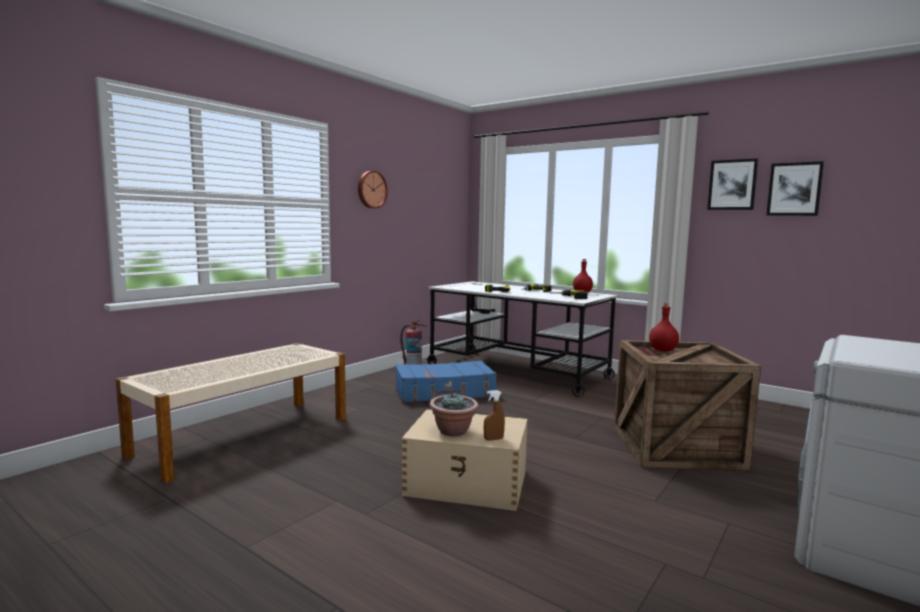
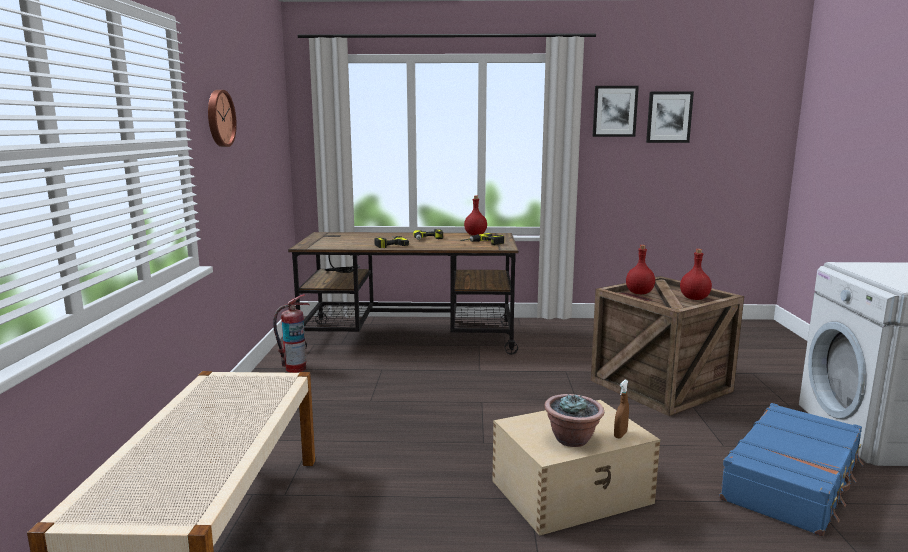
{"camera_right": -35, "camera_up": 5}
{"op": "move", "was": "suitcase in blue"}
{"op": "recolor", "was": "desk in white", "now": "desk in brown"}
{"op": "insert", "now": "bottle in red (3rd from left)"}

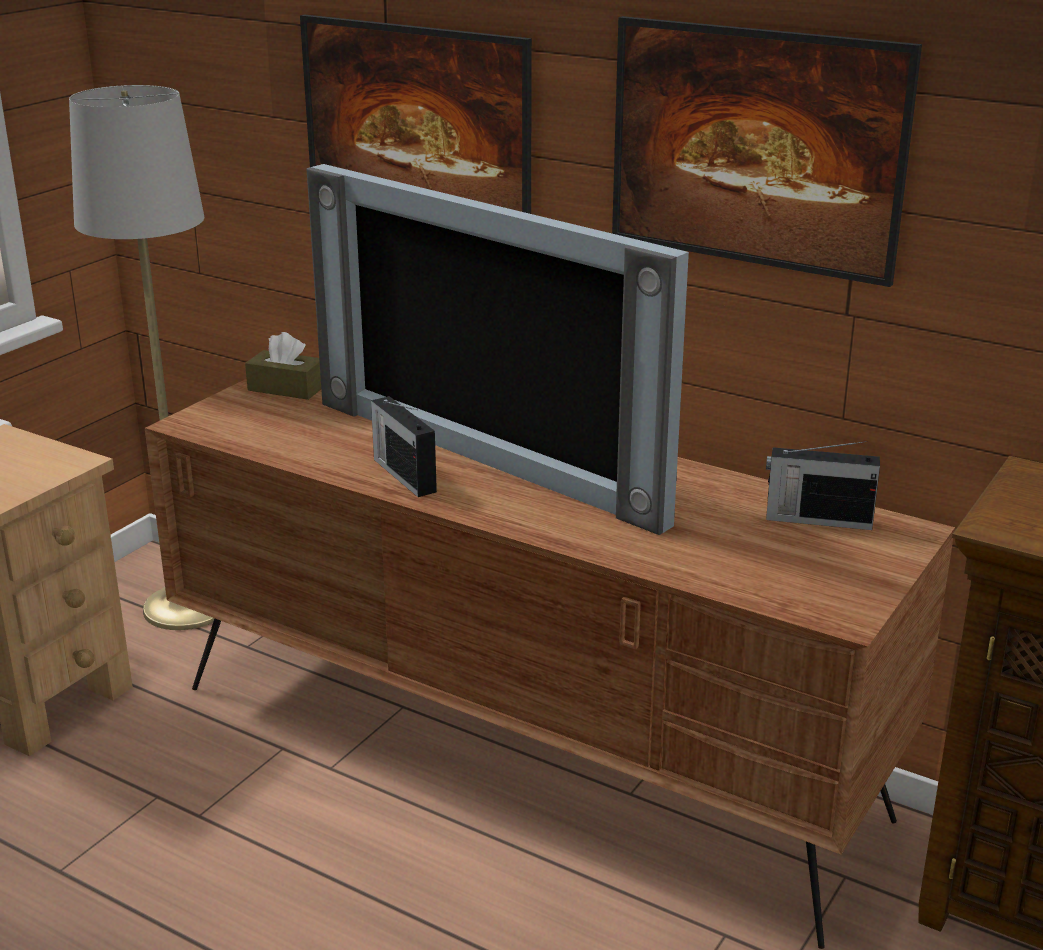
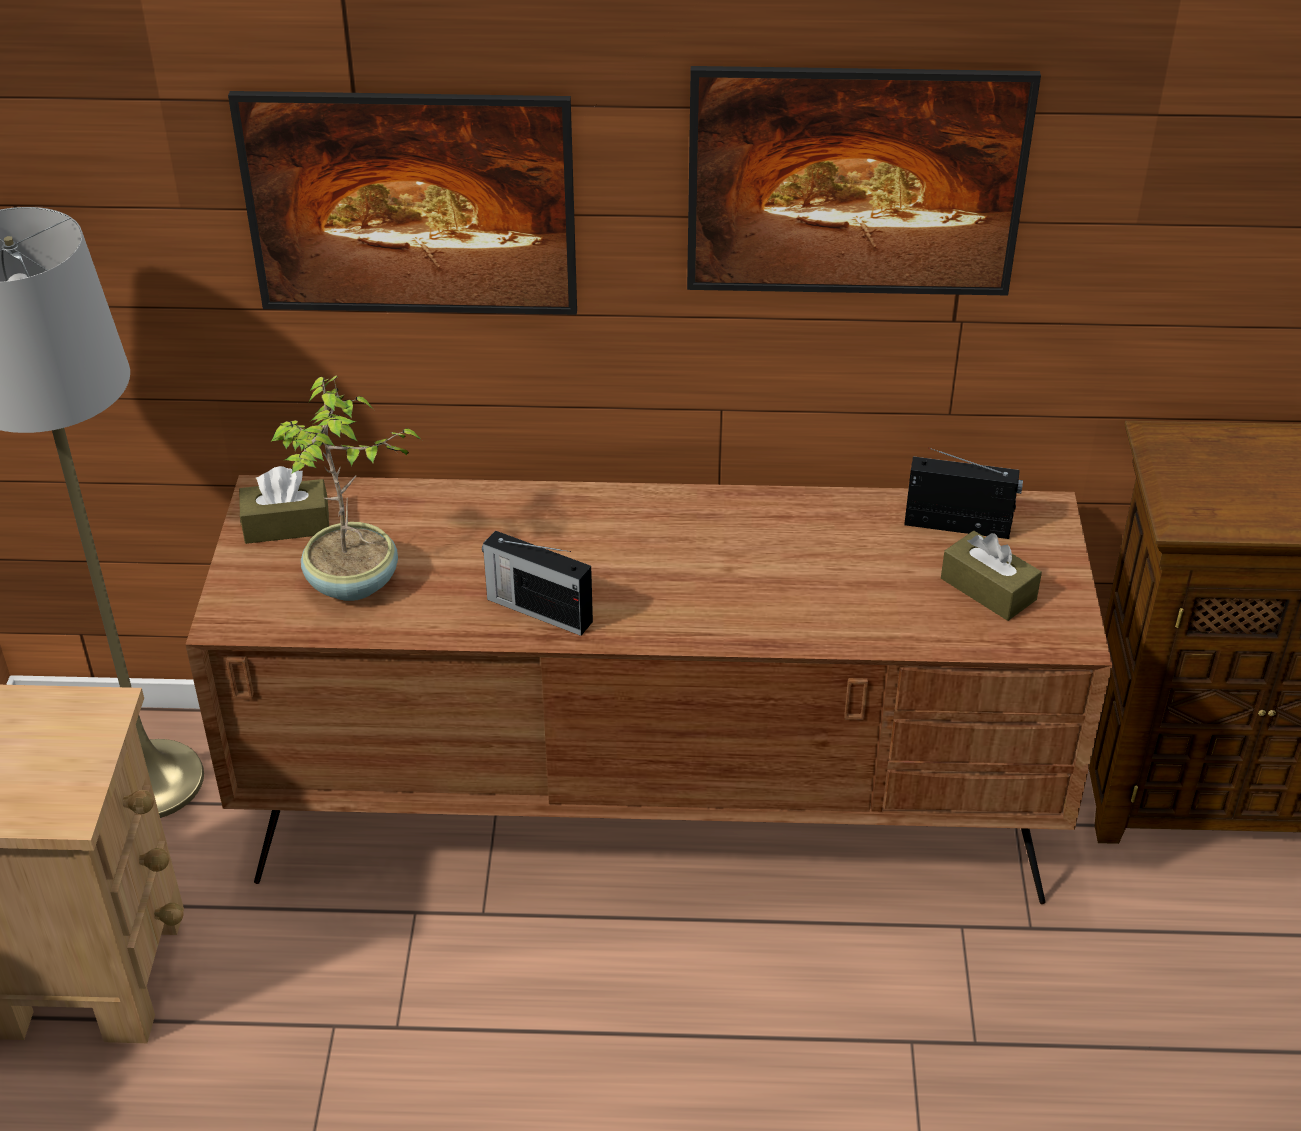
{"camera_right": -30, "camera_up": 15}
{"op": "delete", "was": "television"}
{"op": "rotate", "was": "radio (2nd from left)", "clockwise": -150}
{"op": "insert", "now": "potted plant"}
{"op": "insert", "now": "tissue box in brown (2nd from left)"}

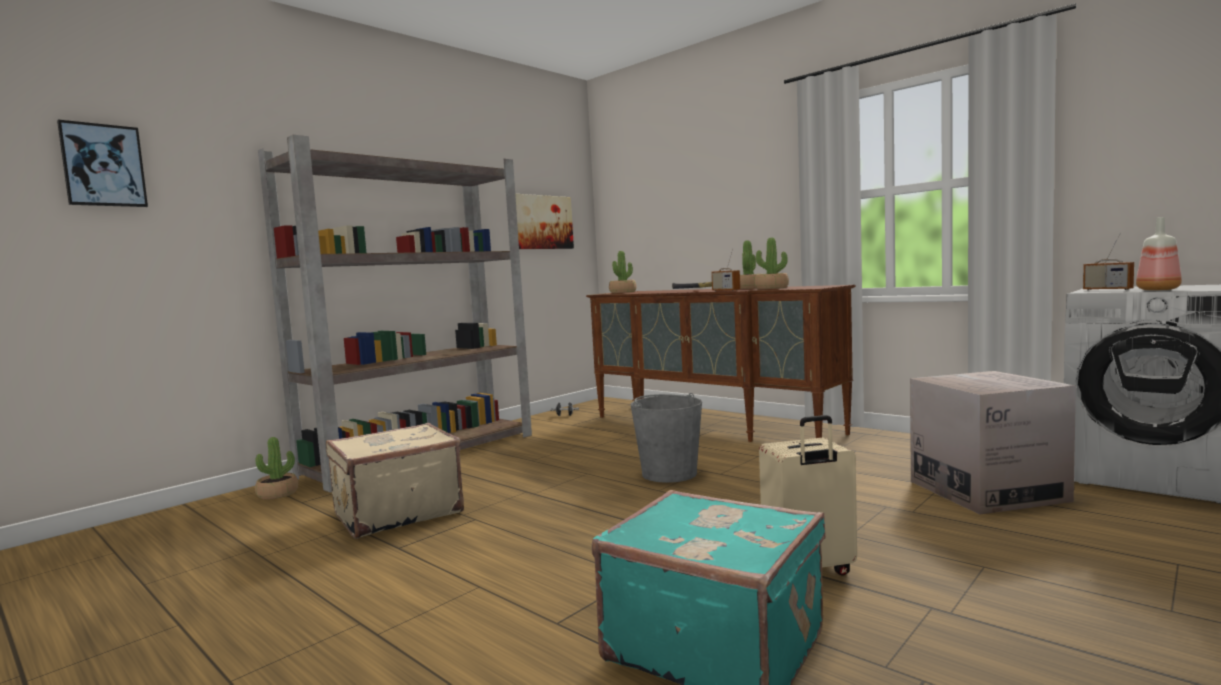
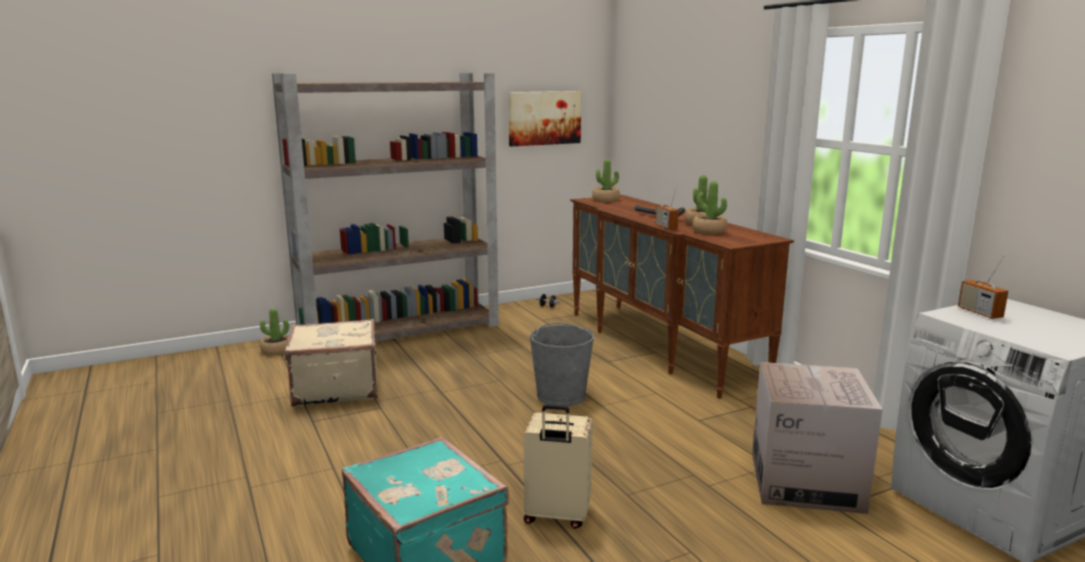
{"camera_right": 20, "camera_up": 10}
{"op": "delete", "was": "picture (1st from left)"}
{"op": "delete", "was": "bottle"}

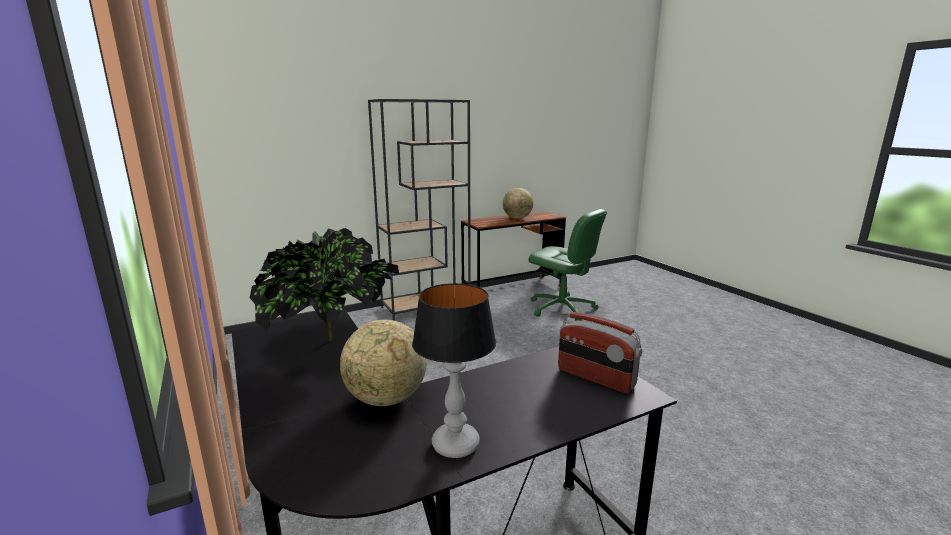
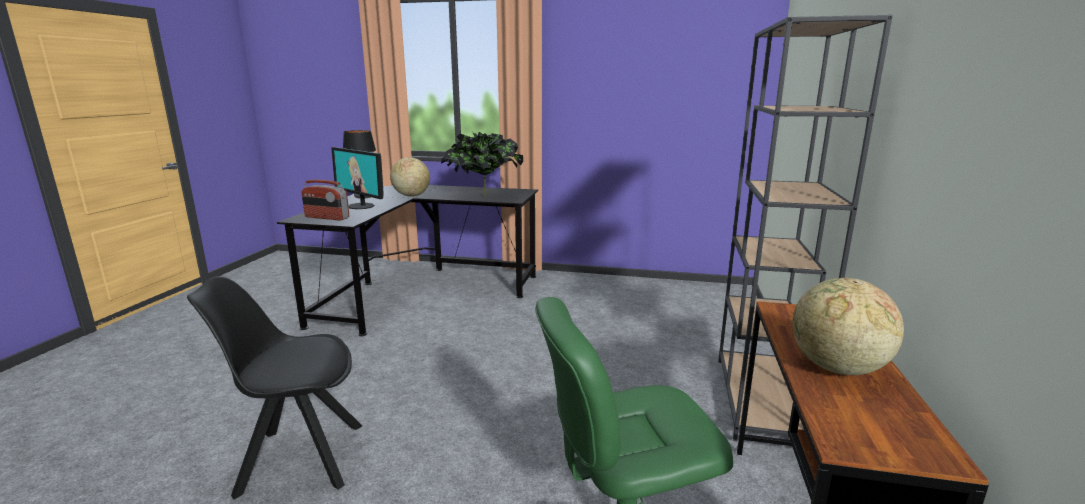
{"camera_right": 130, "camera_up": 0}
{"op": "rotate", "was": "radio", "clockwise": -150}
{"op": "insert", "now": "chair in black"}
{"op": "insert", "now": "monitor"}

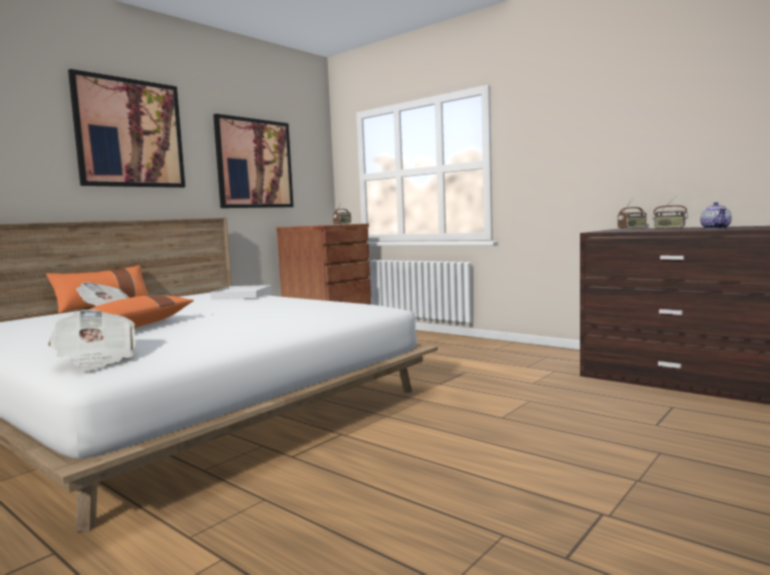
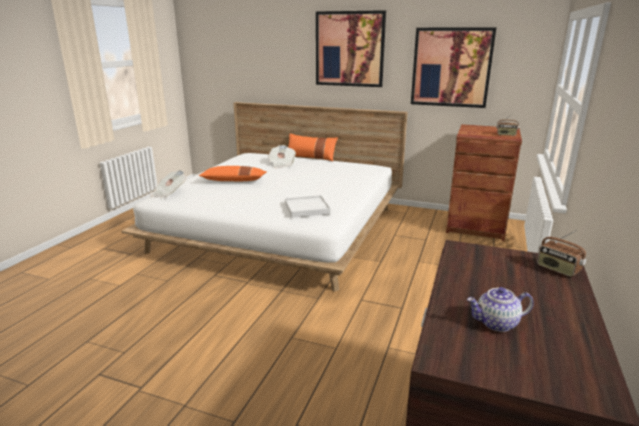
{"camera_right": 70, "camera_up": 15}
{"op": "move", "was": "tray in white"}
{"op": "delete", "was": "radio (3rd from left)"}

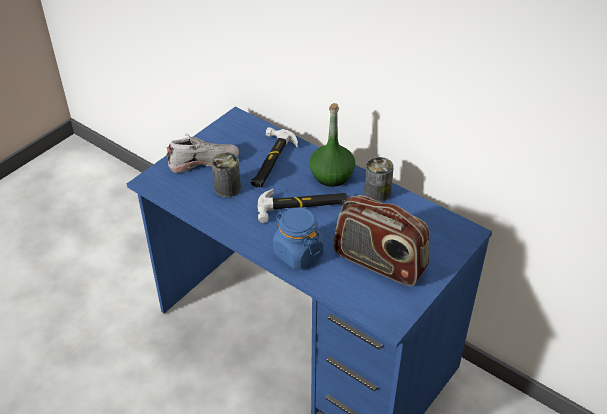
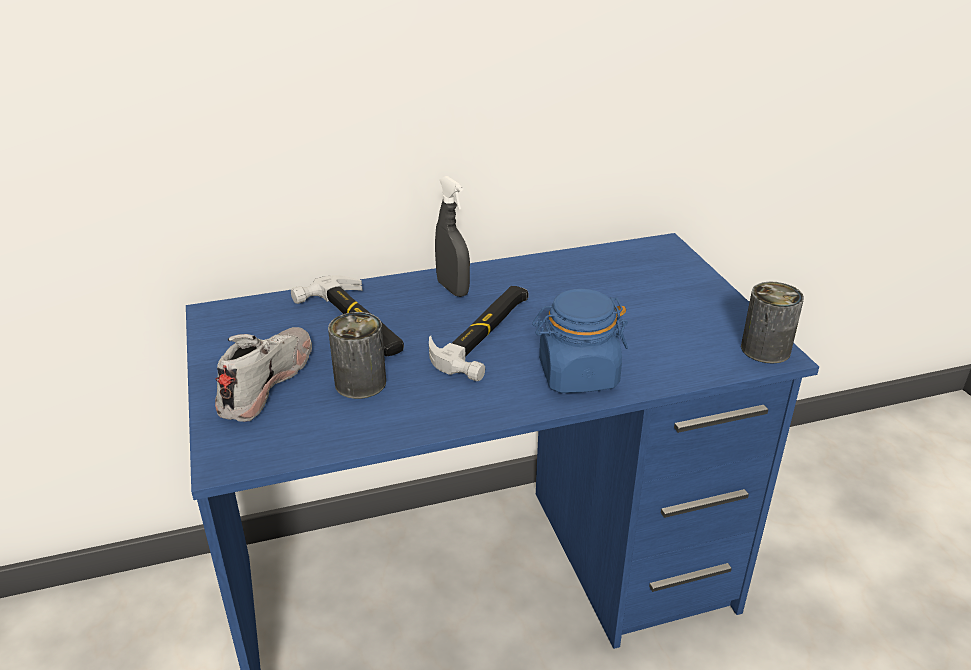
{"camera_right": -55, "camera_up": -10}
{"op": "replace", "was": "bottle in green", "now": "spray bottle in grey"}
{"op": "delete", "was": "radio"}
{"op": "move", "was": "can (2nd from left)"}

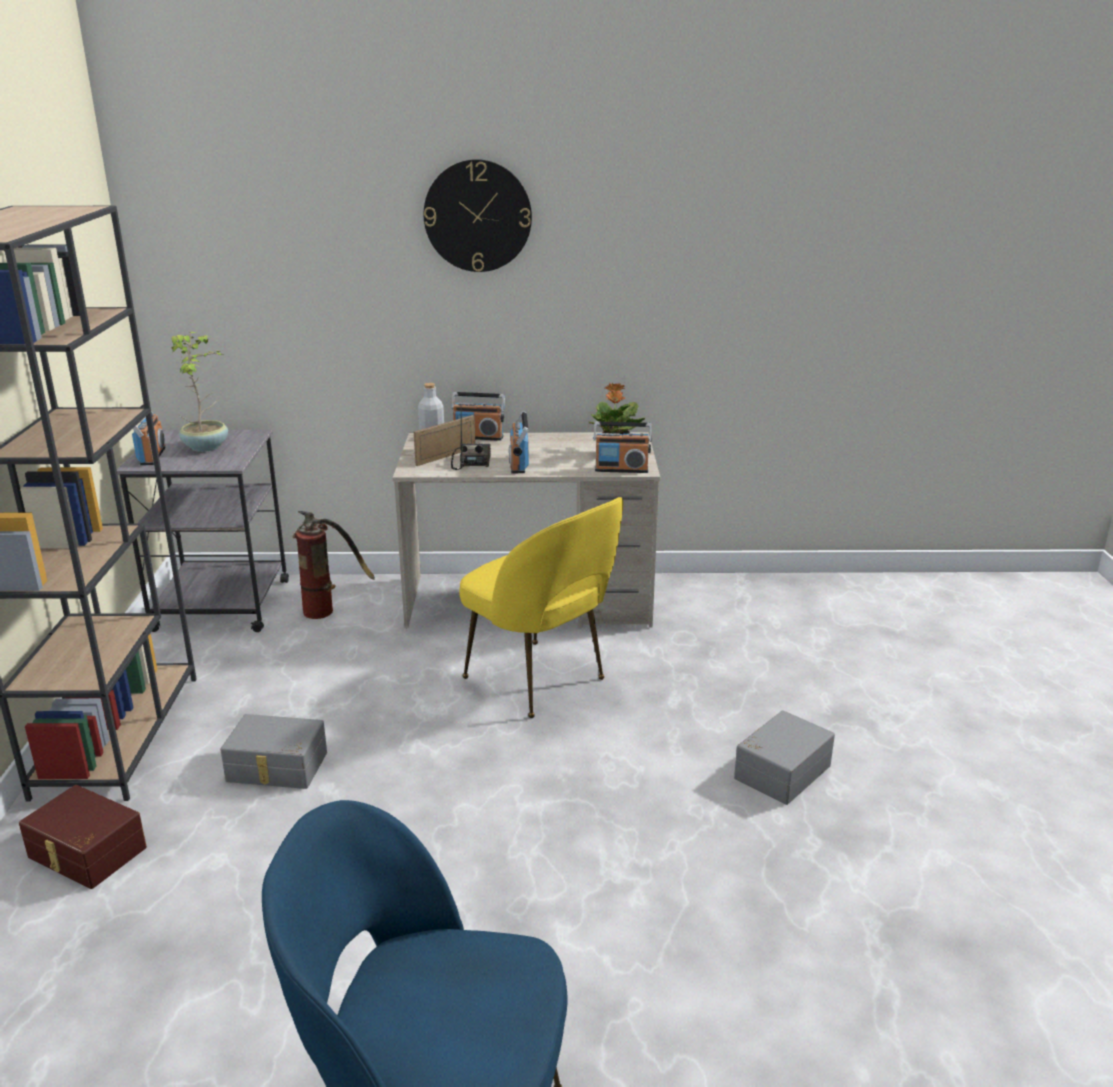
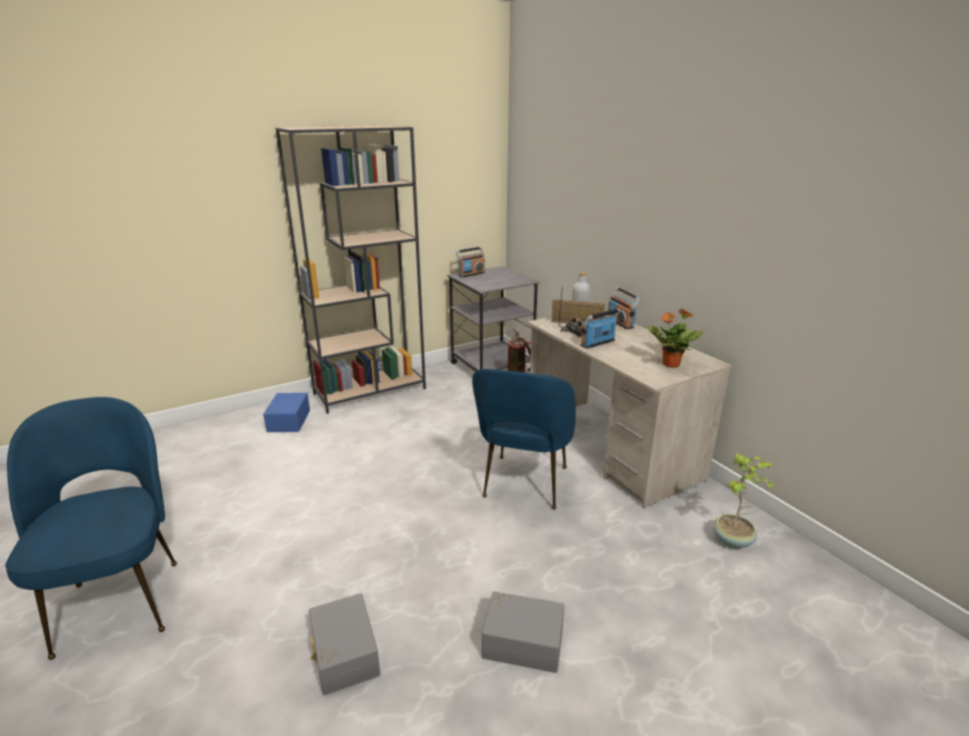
{"camera_right": 60, "camera_up": 0}
{"op": "recolor", "was": "storage box in brown", "now": "storage box in blue"}
{"op": "move", "was": "potted plant (1st from left in the first image)", "now": "potted plant (2nd from left)"}
{"op": "move", "was": "storage box in grey (1st from left)"}
{"op": "delete", "was": "wall clock"}
{"op": "recolor", "was": "chair in yellow", "now": "chair in blue (2nd from left)"}
{"op": "delete", "was": "radio (5th from left)"}

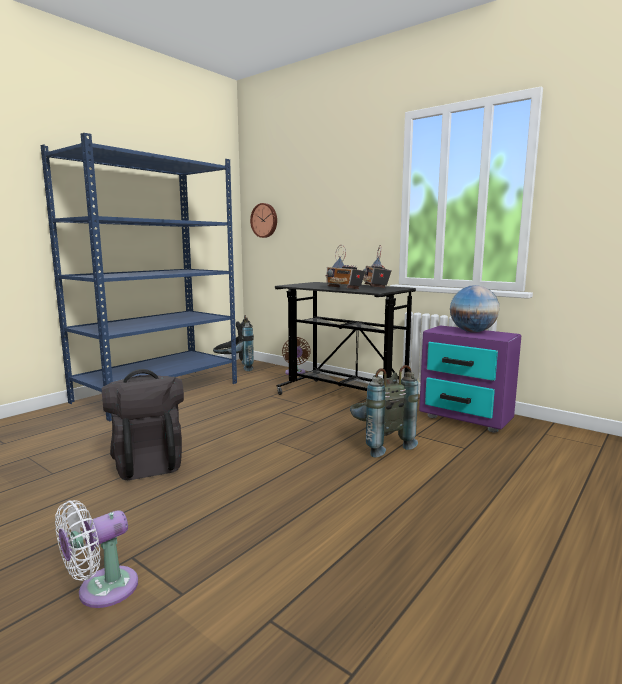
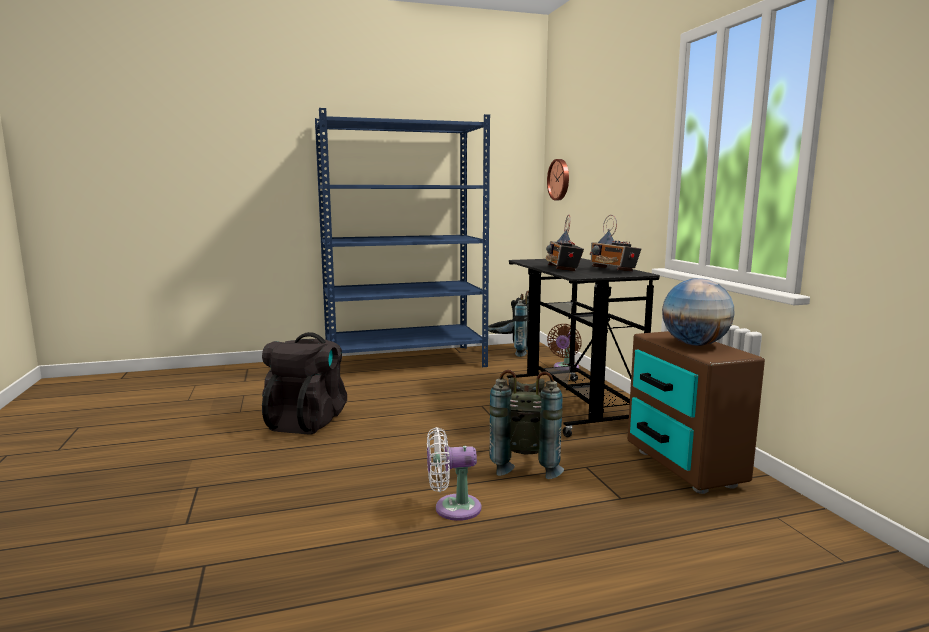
{"camera_right": 35, "camera_up": 0}
{"op": "move", "was": "fan in white"}
{"op": "rotate", "was": "radio (2nd from left)", "clockwise": -60}
{"op": "recolor", "was": "nightstand in purple", "now": "nightstand in brown"}

